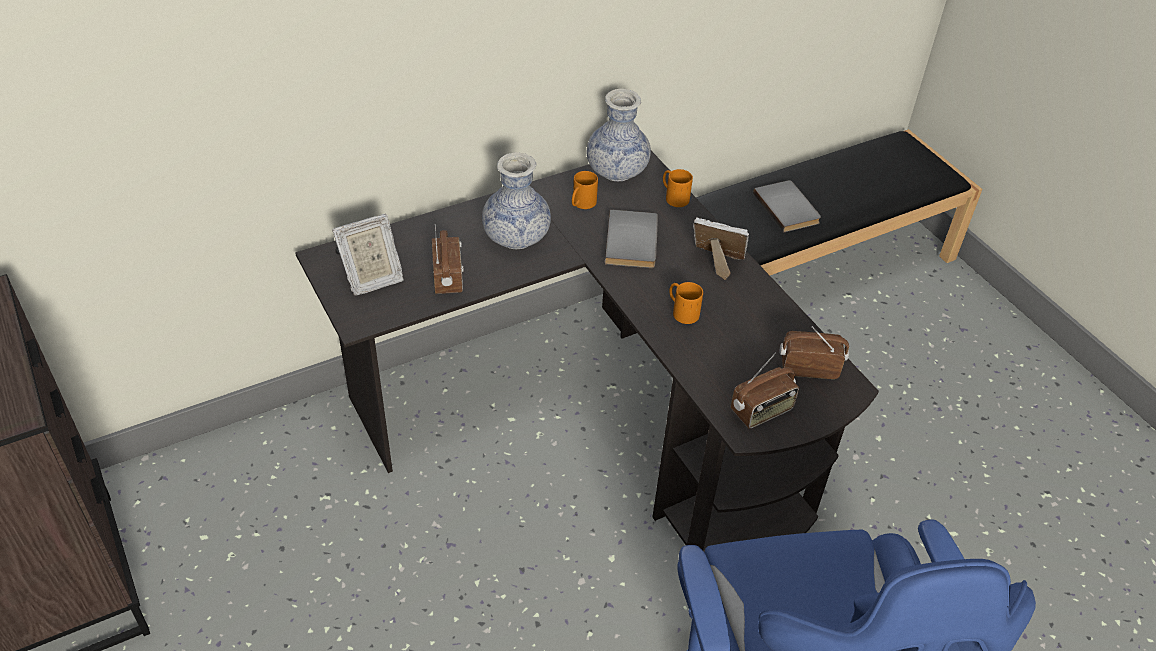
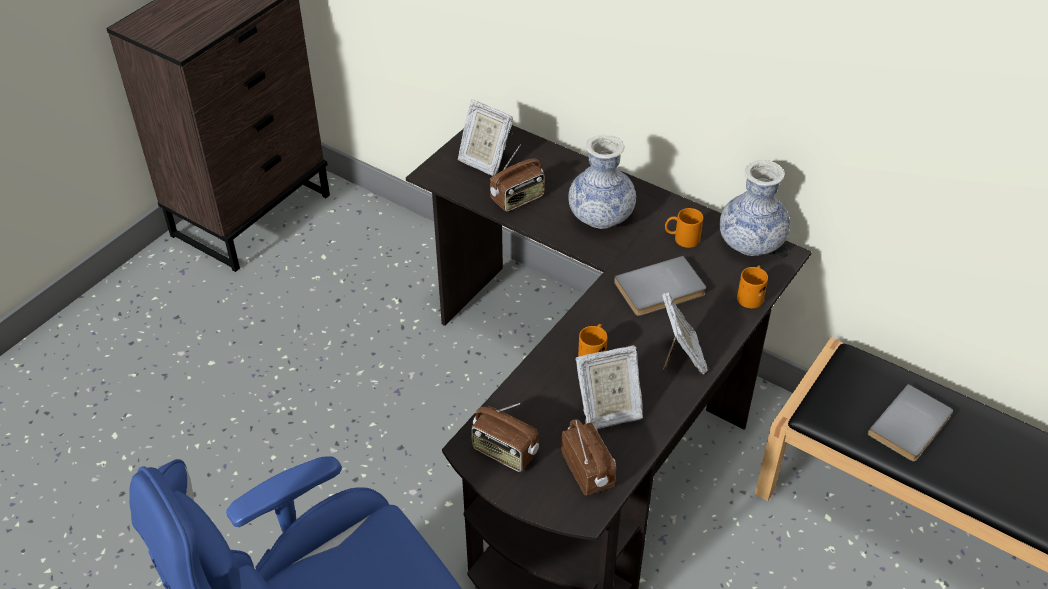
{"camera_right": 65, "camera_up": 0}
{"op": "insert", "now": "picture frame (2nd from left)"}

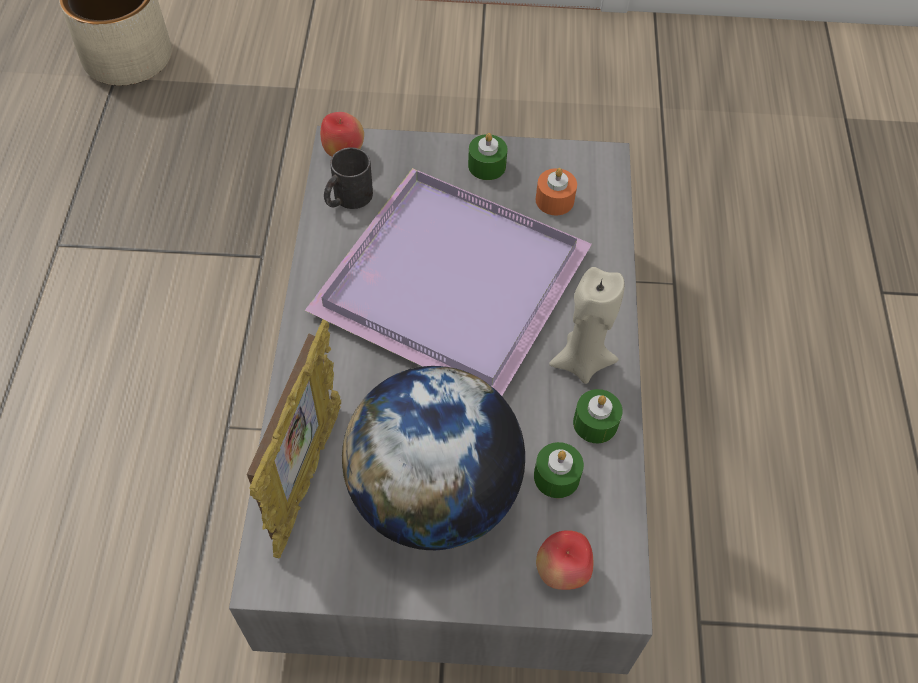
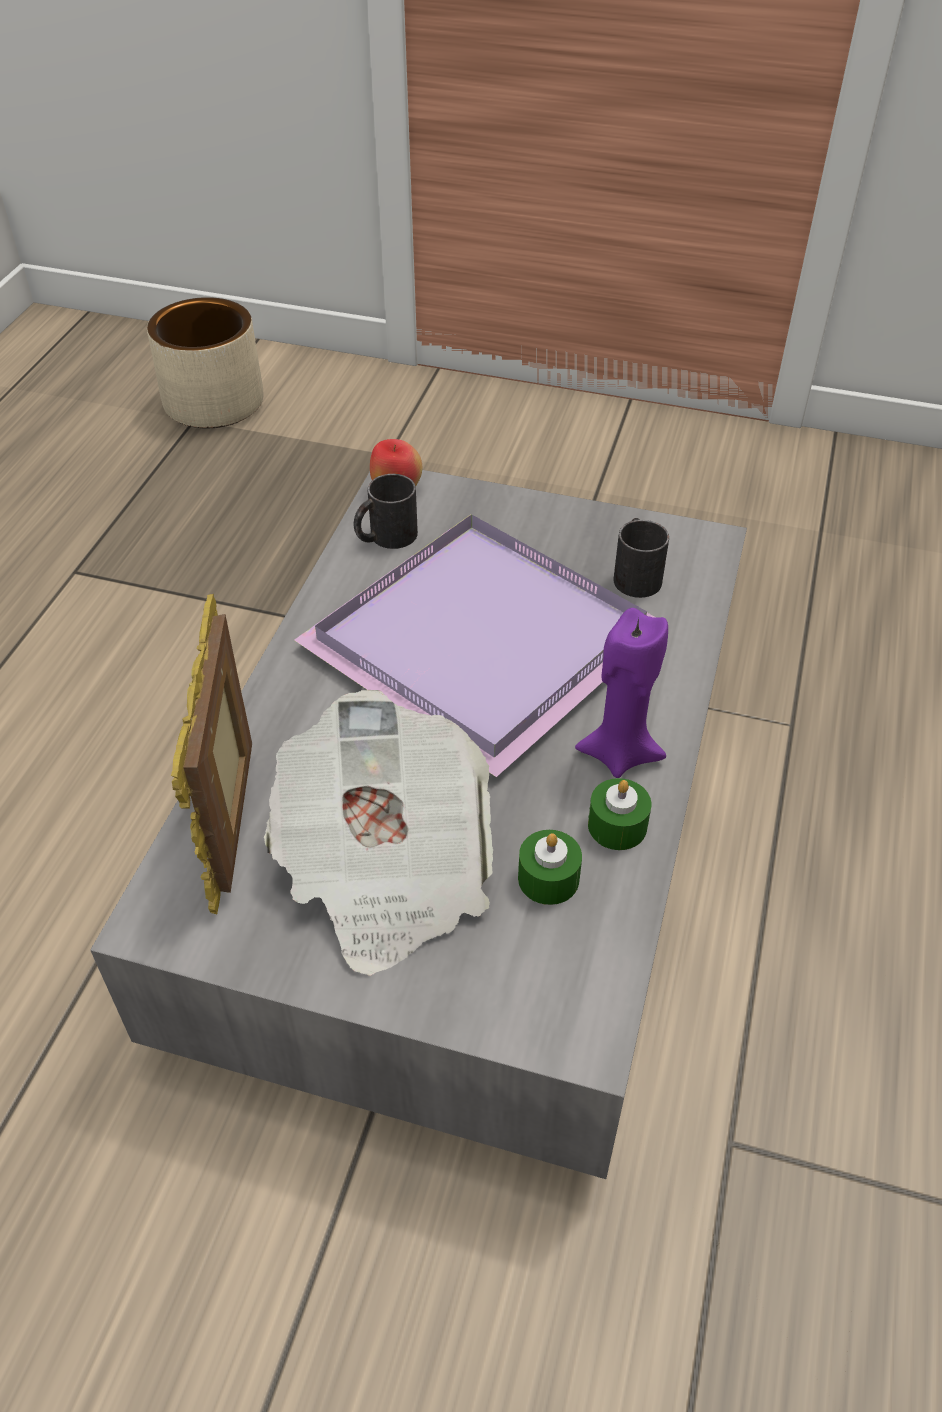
{"camera_right": 15, "camera_up": -10}
{"op": "rotate", "was": "picture frame", "clockwise": 150}
{"op": "replace", "was": "globe", "now": "newspaper"}
{"op": "delete", "was": "candle in green (1st from left)"}
{"op": "replace", "was": "candle in orange", "now": "mug in black (2nd from left)"}
{"op": "delete", "was": "apple (2nd from left)"}
{"op": "recolor", "was": "candle in beige", "now": "candle in purple"}

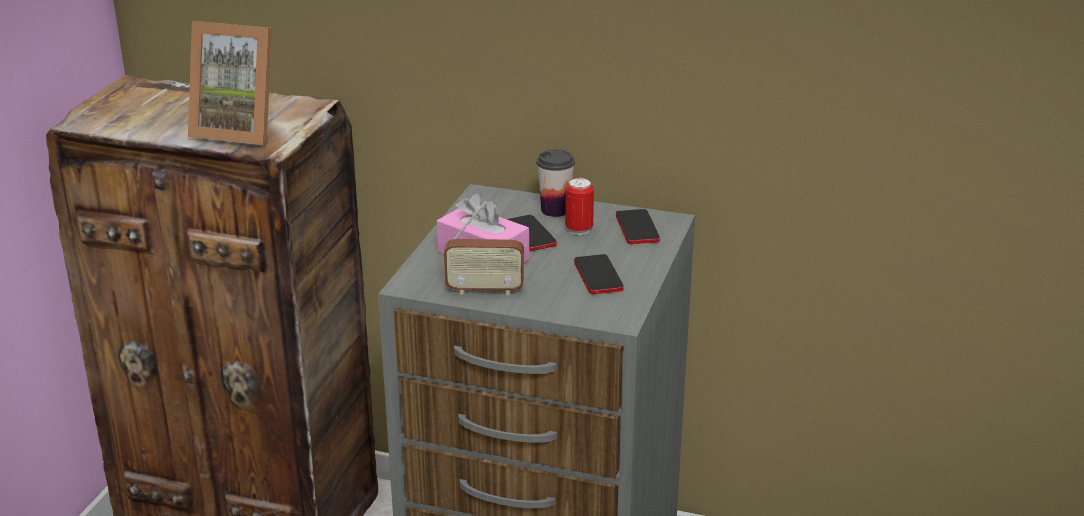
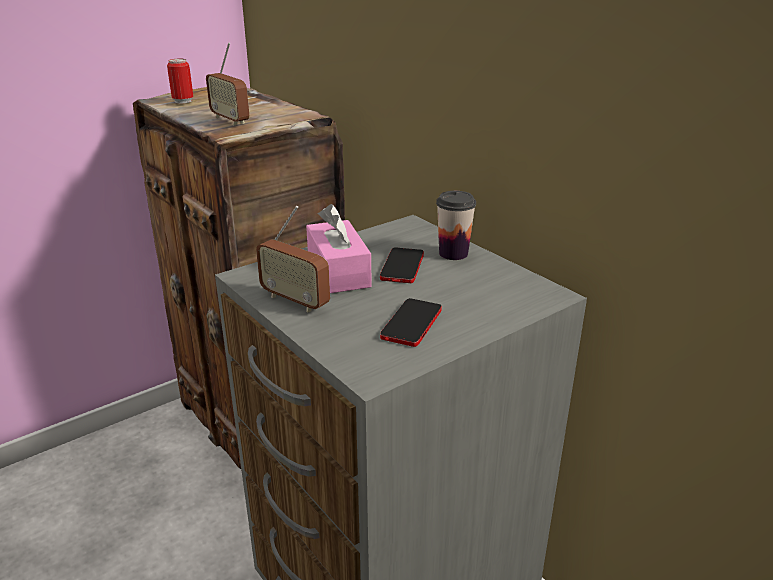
{"camera_right": 35, "camera_up": 0}
{"op": "replace", "was": "picture frame", "now": "radio (1st from left)"}
{"op": "move", "was": "can"}
{"op": "delete", "was": "phone (3rd from left)"}

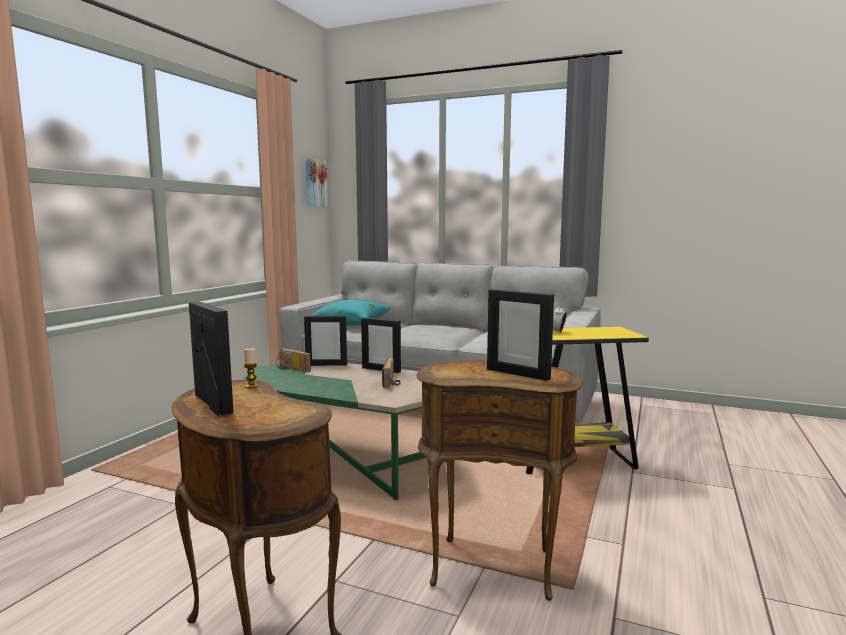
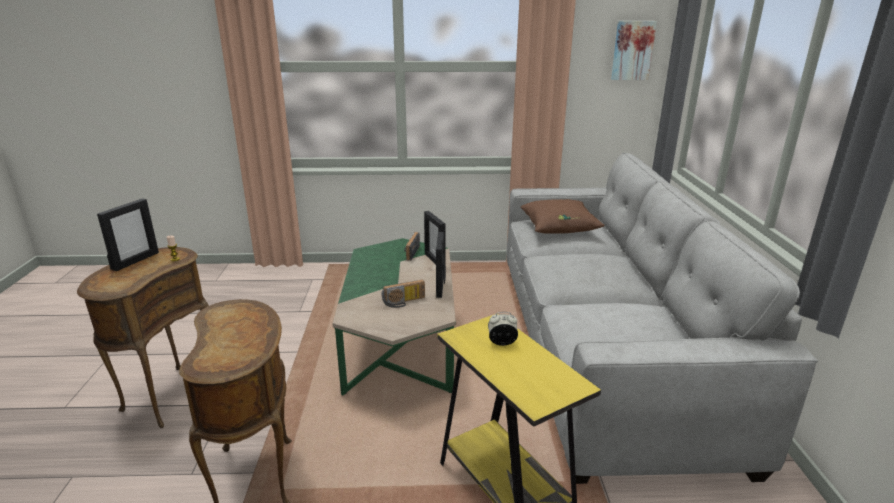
{"camera_right": 65, "camera_up": 15}
{"op": "recolor", "was": "pillow in turquoise", "now": "pillow in brown"}
{"op": "delete", "was": "picture frame (4th from left)"}

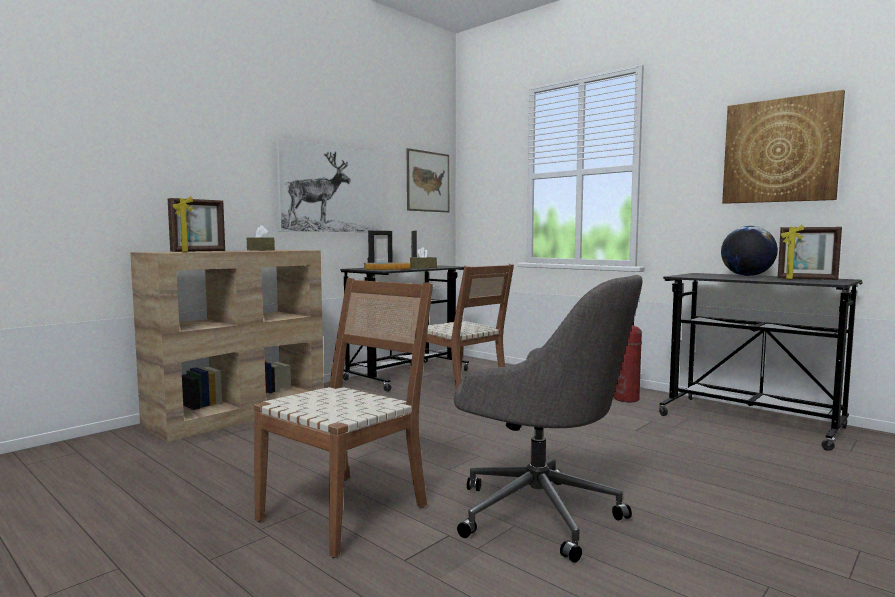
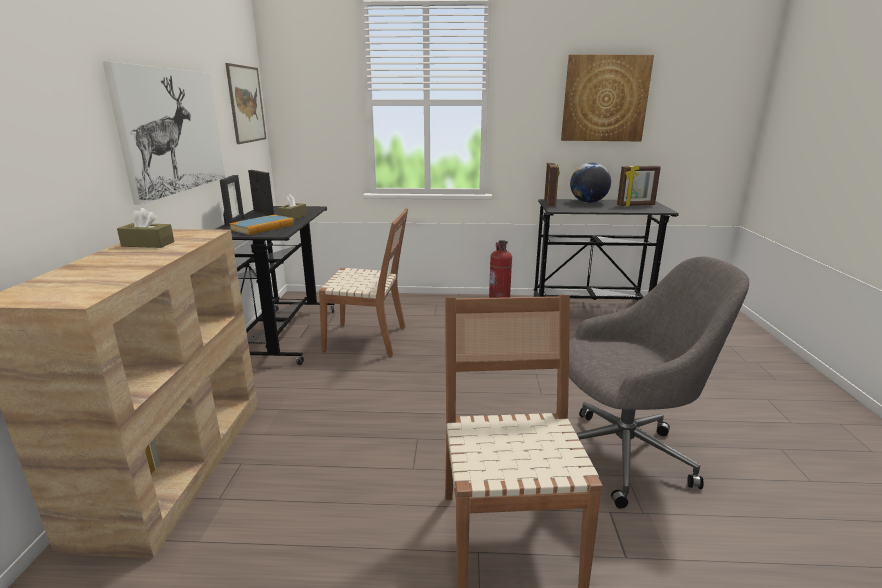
{"camera_right": -40, "camera_up": 15}
{"op": "move", "was": "picture frame (1st from left in the first image)", "now": "picture frame (3rd from left)"}

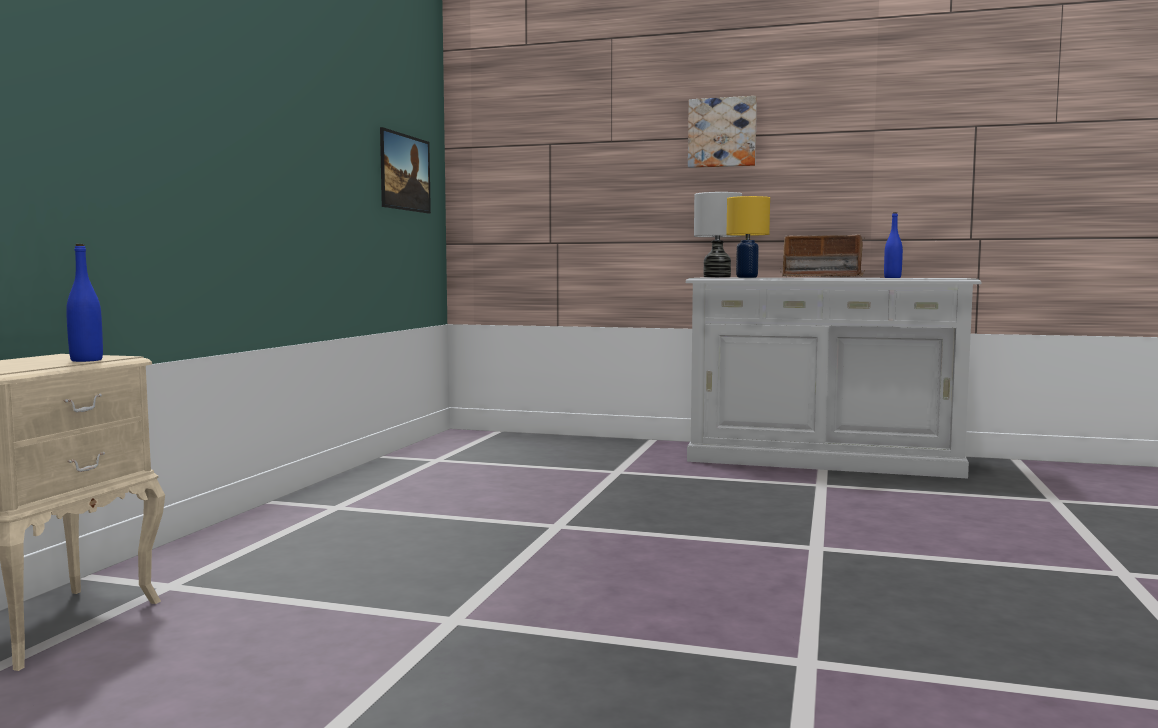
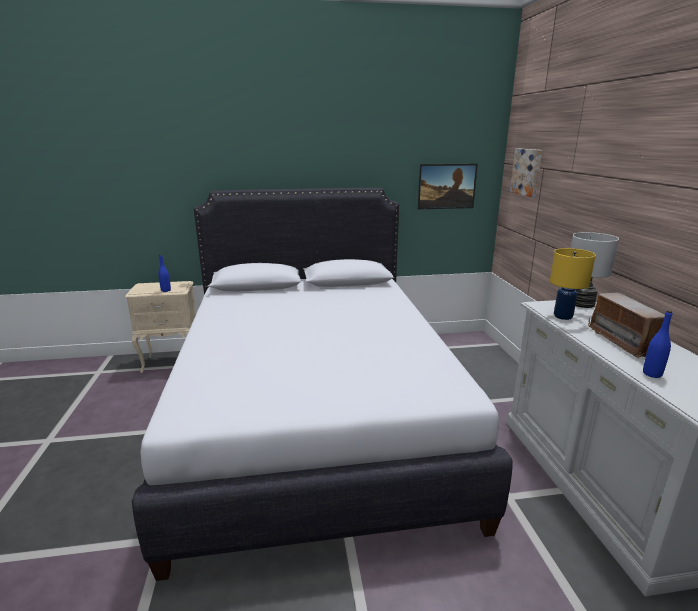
{"camera_right": 65, "camera_up": 15}
{"op": "move", "was": "picture (2nd from left)"}
{"op": "insert", "now": "bed in white"}

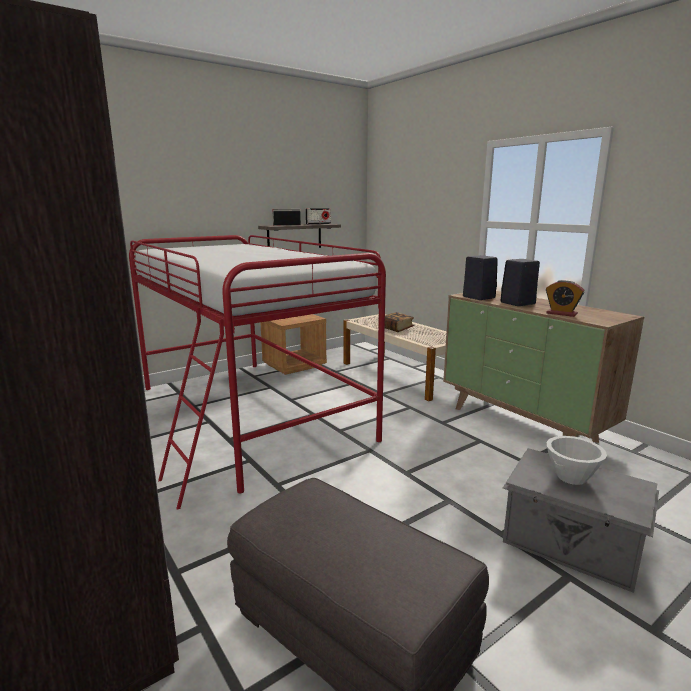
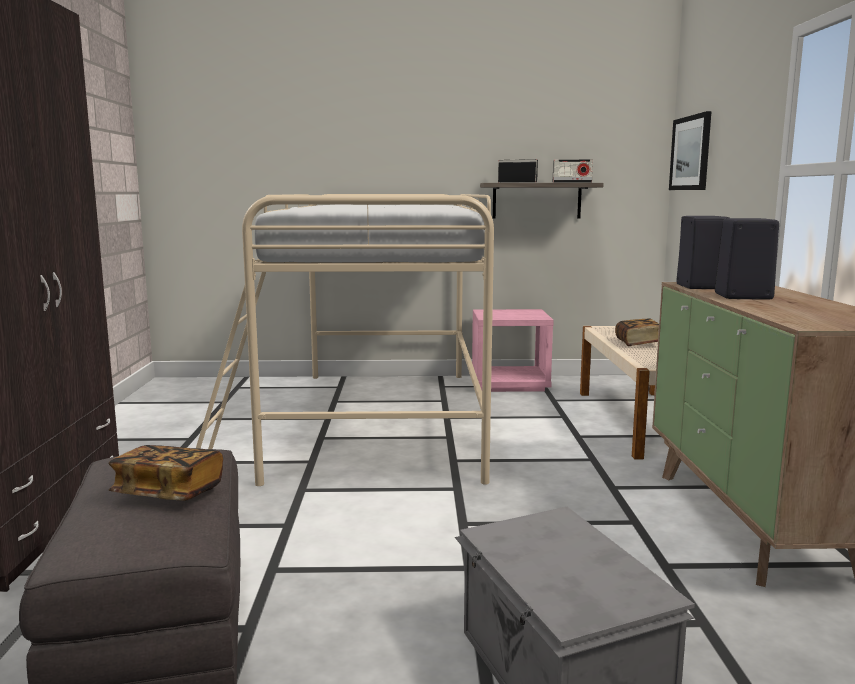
{"camera_right": 35, "camera_up": -5}
{"op": "recolor", "was": "bed in red", "now": "bed in beige"}
{"op": "recolor", "was": "nightstand in brown", "now": "nightstand in pink"}
{"op": "delete", "was": "alarm clock"}
{"op": "delete", "was": "bowl in white"}
{"op": "insert", "now": "book (1st from left)"}
{"op": "insert", "now": "picture"}

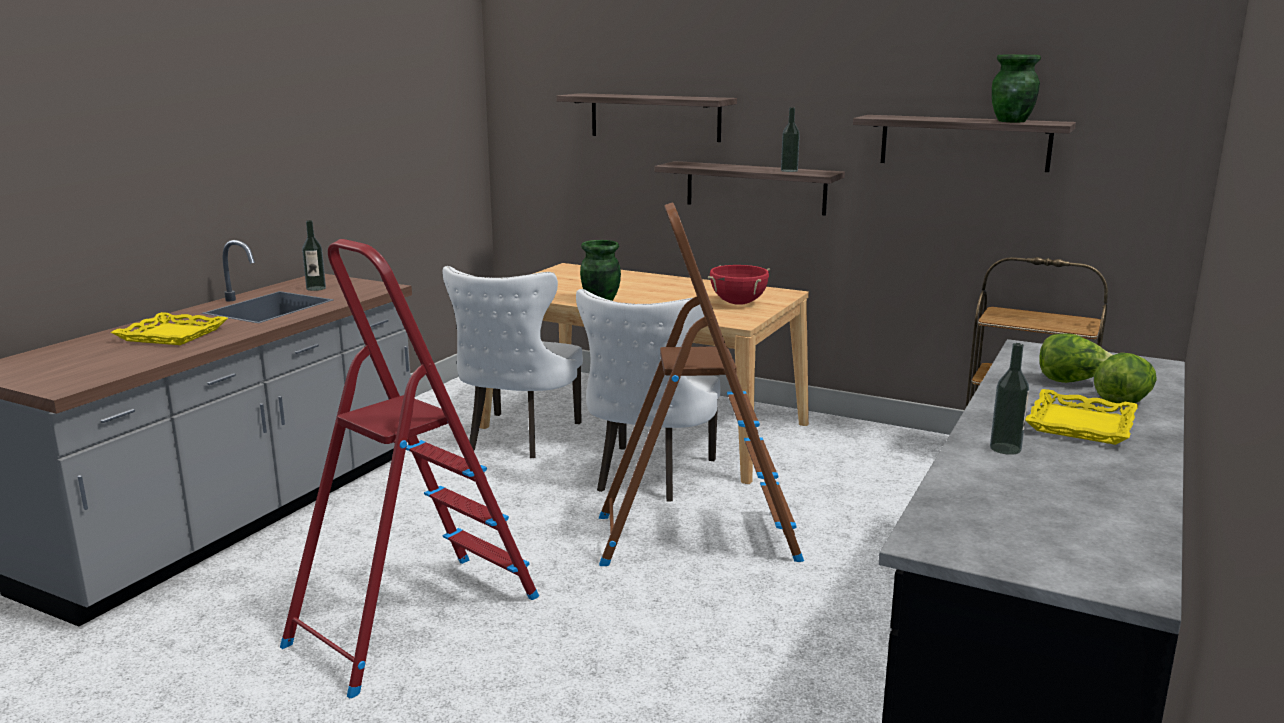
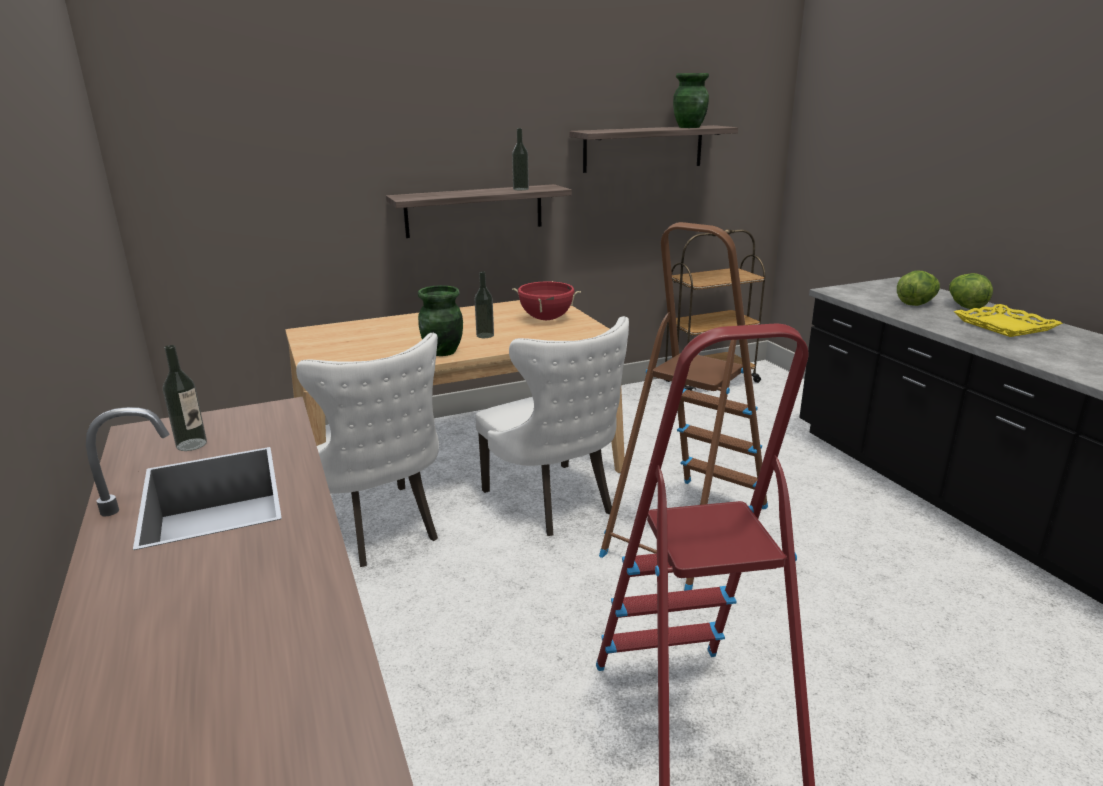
{"camera_right": -50, "camera_up": 5}
{"op": "delete", "was": "tray in yellow (1st from left)"}
{"op": "delete", "was": "shelf (1st from left)"}
{"op": "move", "was": "bottle (3rd from left in the first image)", "now": "bottle (2nd from left)"}

